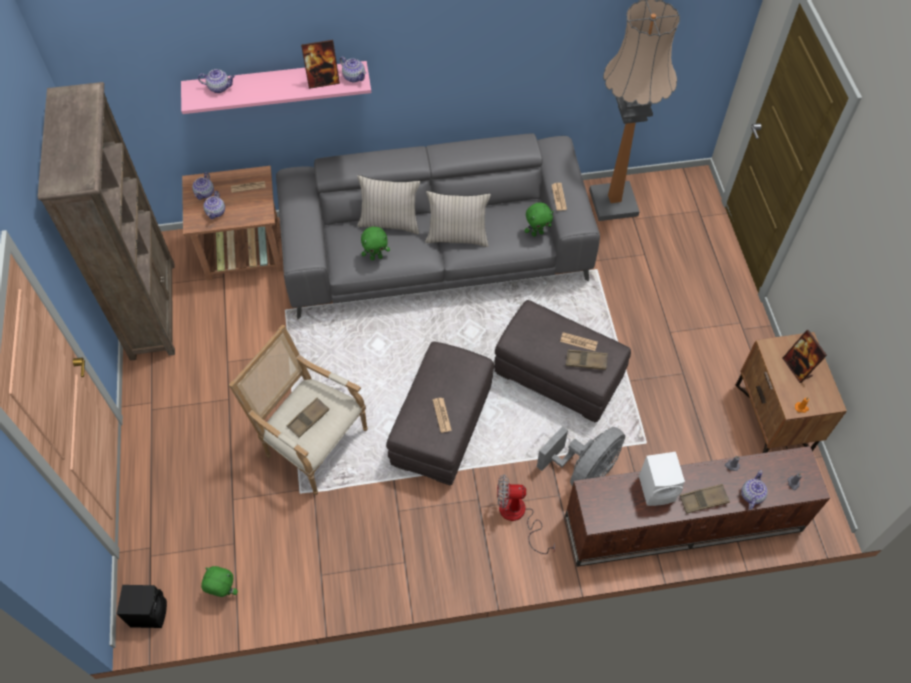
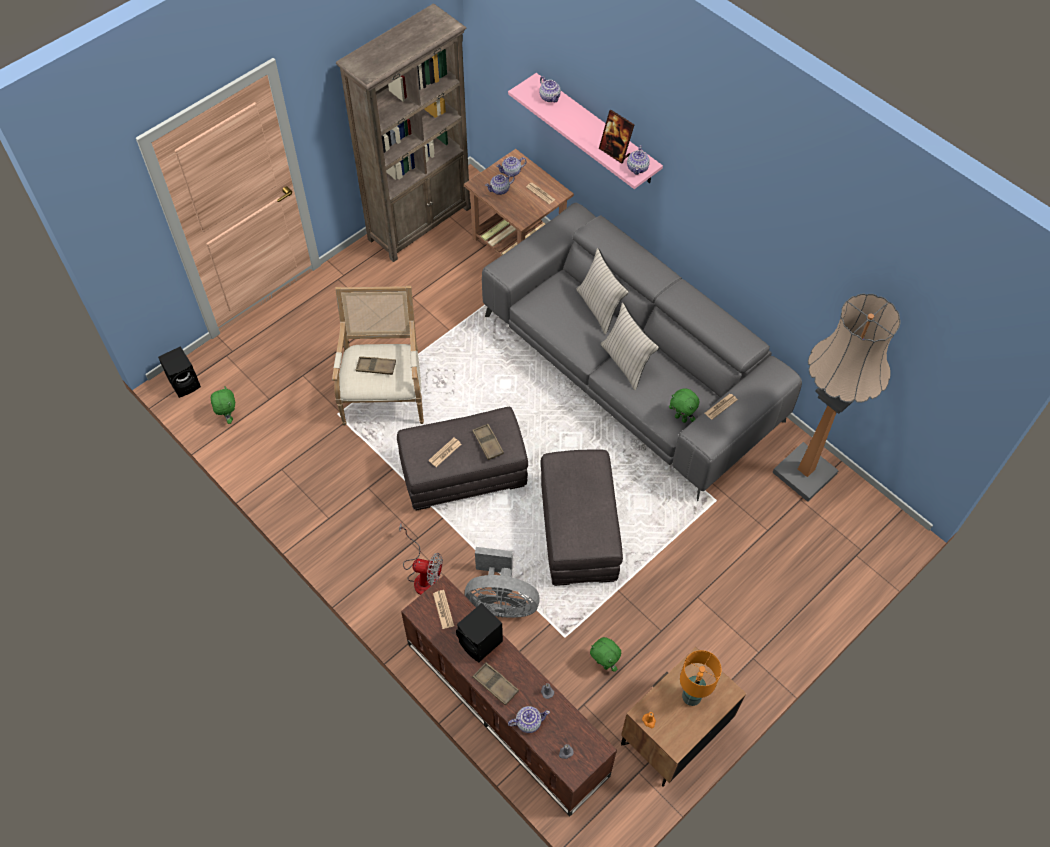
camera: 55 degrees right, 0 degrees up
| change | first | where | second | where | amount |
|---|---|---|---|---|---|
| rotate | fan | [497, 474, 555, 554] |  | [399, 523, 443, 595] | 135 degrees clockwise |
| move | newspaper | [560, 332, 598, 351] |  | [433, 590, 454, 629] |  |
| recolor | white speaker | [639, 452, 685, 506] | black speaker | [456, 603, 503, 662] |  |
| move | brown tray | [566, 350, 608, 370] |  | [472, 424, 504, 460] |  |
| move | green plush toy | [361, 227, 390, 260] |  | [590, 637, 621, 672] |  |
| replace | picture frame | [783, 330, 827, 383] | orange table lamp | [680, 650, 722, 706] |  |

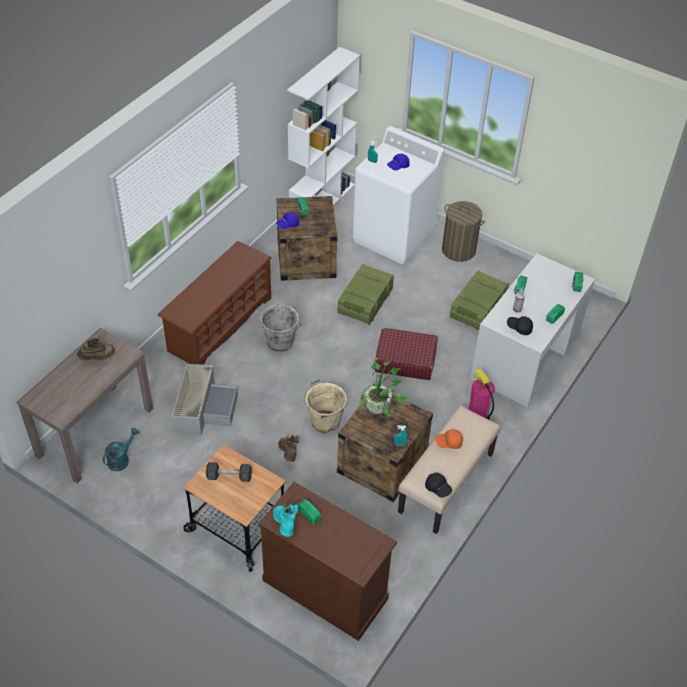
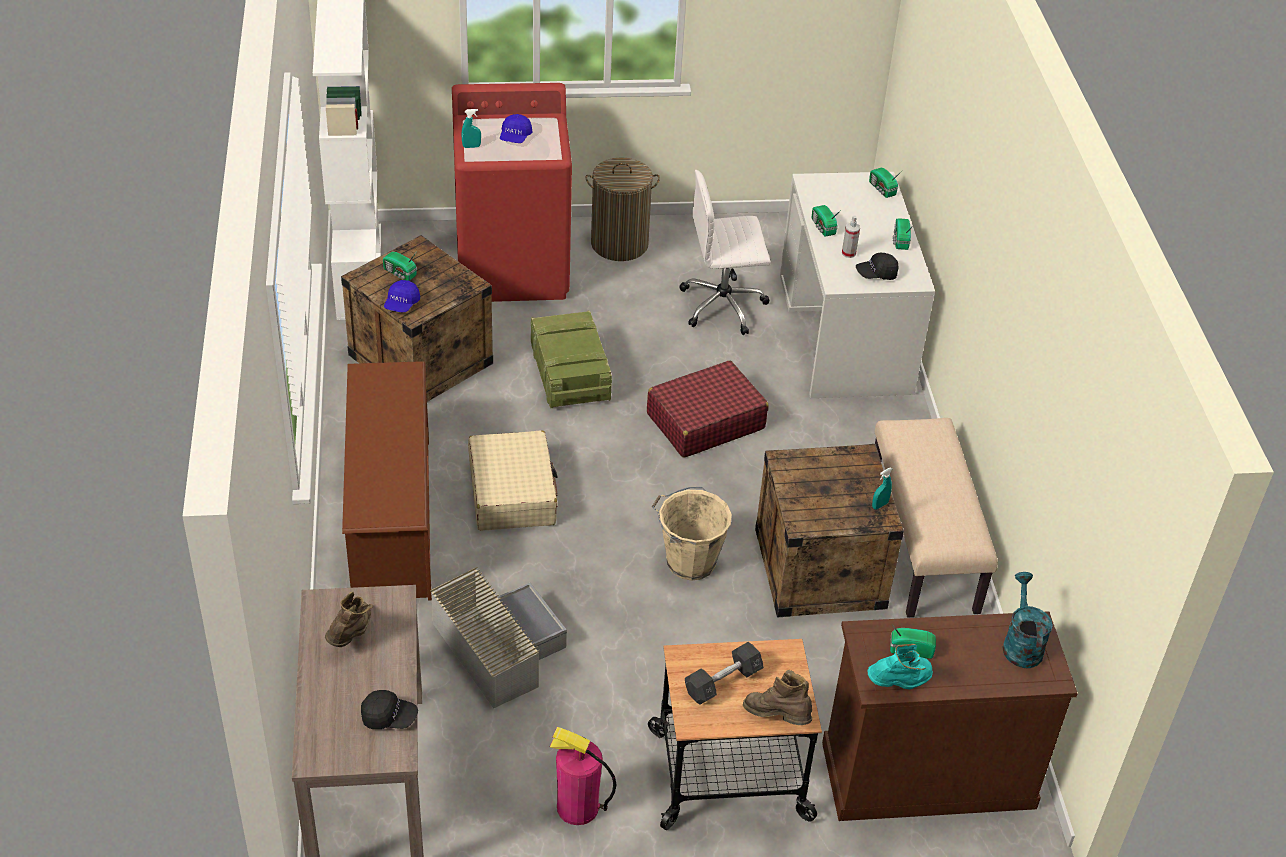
camera: 40 degrees left, 5 degrees down
| change | first | where | second | where | amount |
|---|---|---|---|---|---|
| move | black cap | [425, 473, 452, 498] |  | [361, 690, 418, 729] |  |
| recolor | white washing machine | [352, 126, 445, 264] | red washing machine | [452, 83, 572, 302] |  |
| replace | grey bucket | [260, 304, 302, 352] | beige suitcase | [468, 430, 558, 531] |  |
| move | fire extinguisher | [469, 368, 495, 420] |  | [550, 727, 617, 825] |  |
| replace | crate | [450, 270, 509, 330] | white office chair | [679, 170, 771, 335] |  |
| move | brown boot | [278, 435, 300, 462] |  | [743, 670, 812, 725] |  |
| rotate | turquoise boot | [273, 504, 298, 537] |  | [867, 644, 933, 689] | 120 degrees clockwise |
| move | turquoise watering can | [103, 428, 139, 471] |  | [1002, 572, 1053, 668] |  |
| delete | potted plant | [359, 361, 407, 418] |  |  |  |
| delete | orange cap | [435, 429, 463, 449] |  |  |  |

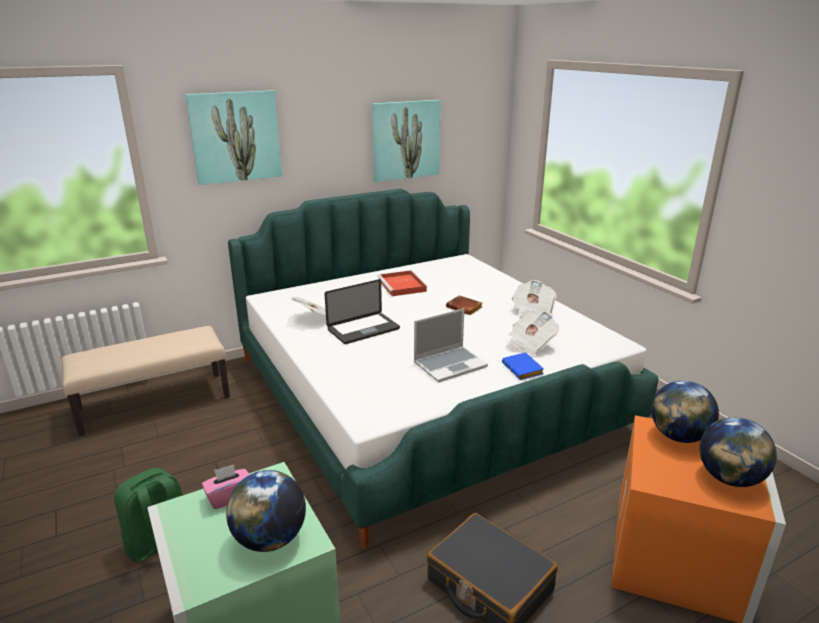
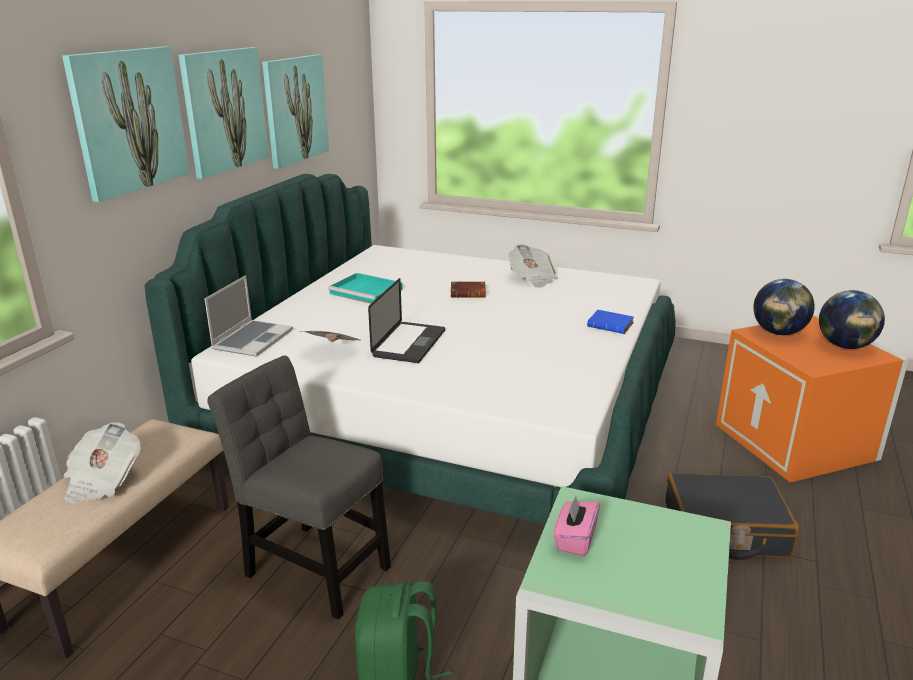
camera: 40 degrees left, 0 degrees up
| change | first | where | second | where | amount |
|---|---|---|---|---|---|
| move | newspaper | [506, 311, 559, 355] |  | [64, 422, 141, 503] |  |
| insert |  |  | picture | [179, 47, 269, 179] |  |
| move | laptop | [414, 308, 488, 382] |  | [204, 275, 293, 357] |  |
| insert |  |  | grey chair | [207, 355, 391, 619] |  |
| recolor | red tray | [377, 270, 427, 296] | turquoise tray | [328, 273, 403, 303] |  |
| delete | globe | [226, 470, 306, 552] |  |  |  |

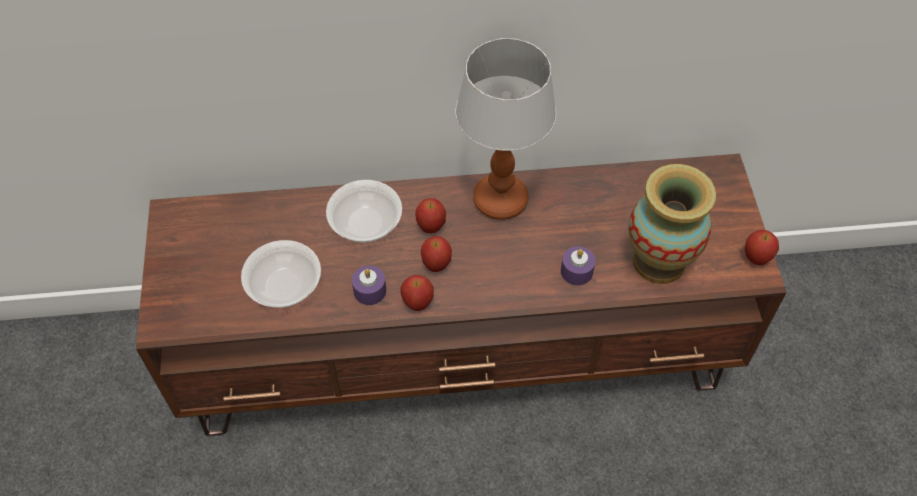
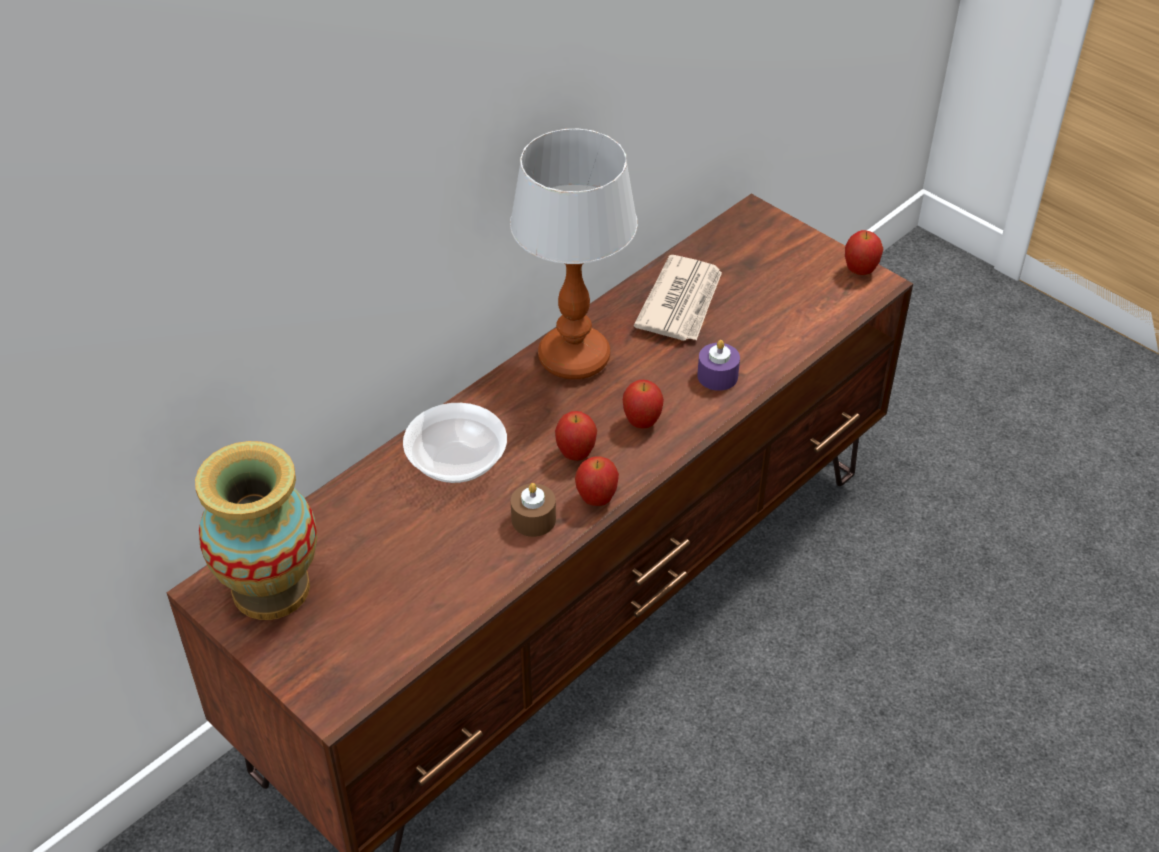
camera: 40 degrees left, 10 degrees down
| change | first | where | second | where | amount |
|---|---|---|---|---|---|
| move | vase | [628, 164, 716, 284] |  | [195, 441, 317, 620] |  |
| recolor | purple candle | [352, 266, 386, 305] | brown candle | [511, 483, 556, 537] |  |
| move | apple | [415, 198, 446, 233] |  | [623, 380, 664, 429] |  |
| insert |  |  | newspaper | [634, 255, 722, 341] |  |
| delete | bowl | [241, 240, 321, 308] |  |  |  |

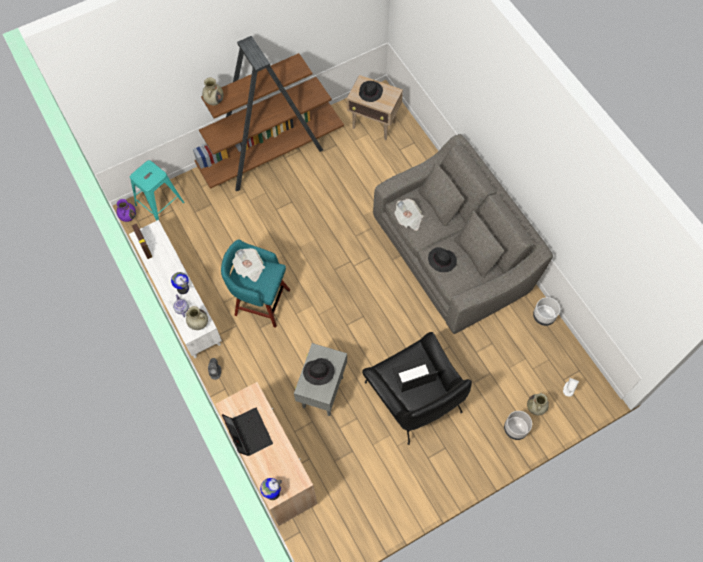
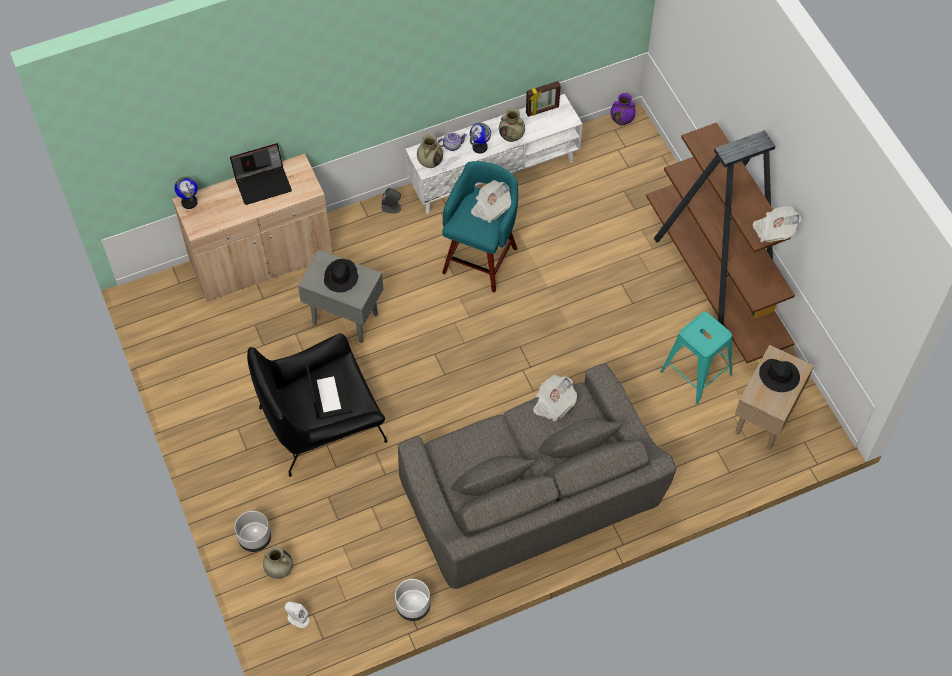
camera: 95 degrees right, 5 degrees down
| change | first | where | second | where | amount |
|---|---|---|---|---|---|
| move | beige vase | [202, 77, 224, 106] |  | [499, 108, 525, 142] |  |
| move | turquoise stool | [130, 160, 184, 221] |  | [660, 312, 732, 404] |  |
| insert |  |  | newspaper | [753, 206, 801, 242] |  |
| delete | black hat | [428, 247, 457, 272] |  |  |  |

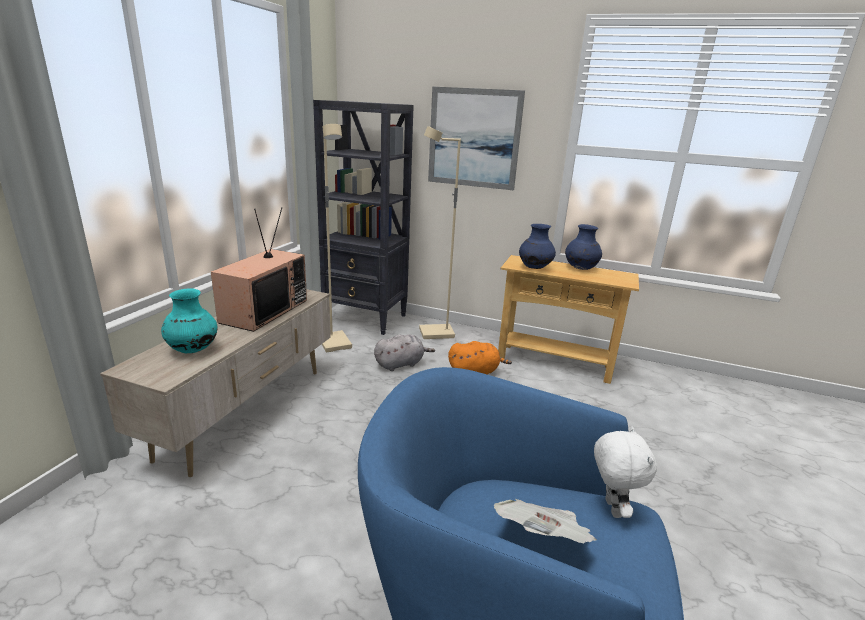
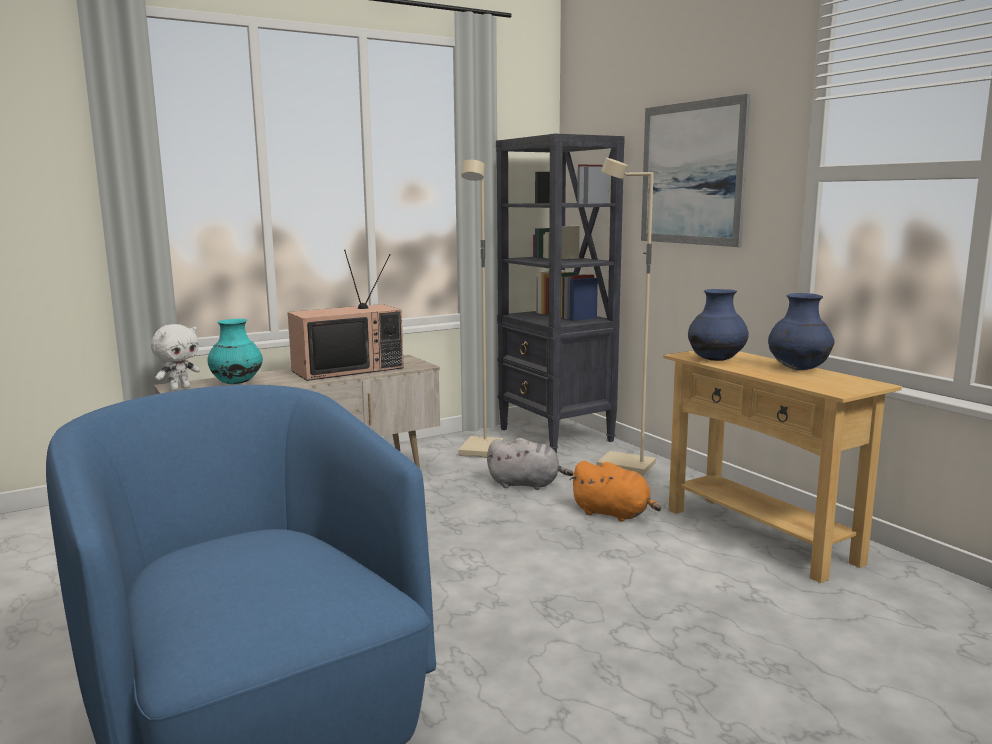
camera: 40 degrees right, 10 degrees down
| change | first | where | second | where | amount |
|---|---|---|---|---|---|
| move | white plush toy | [594, 426, 657, 518] |  | [151, 324, 200, 391] |  |
| delete | newspaper | [494, 499, 597, 543] |  |  |  |

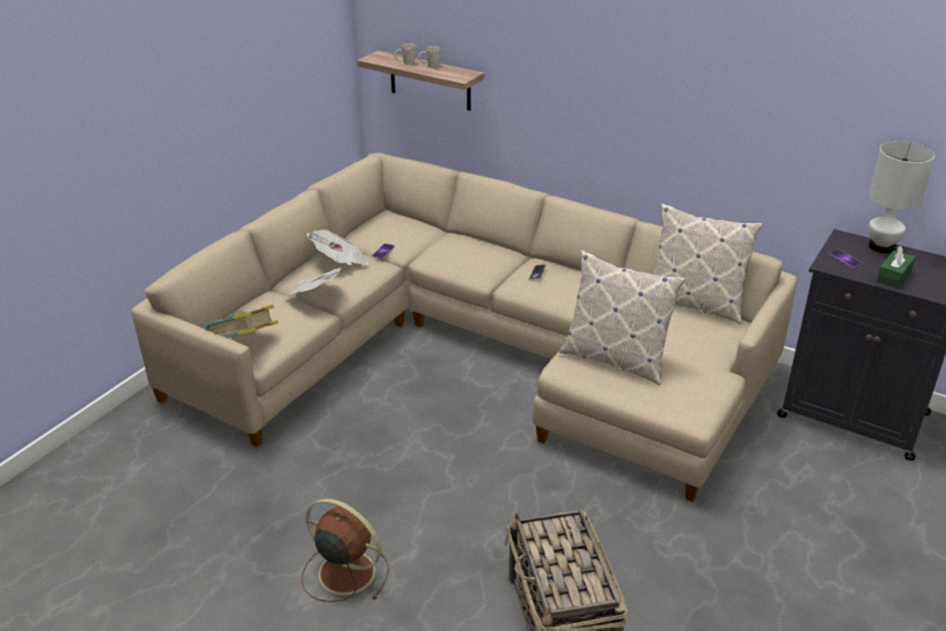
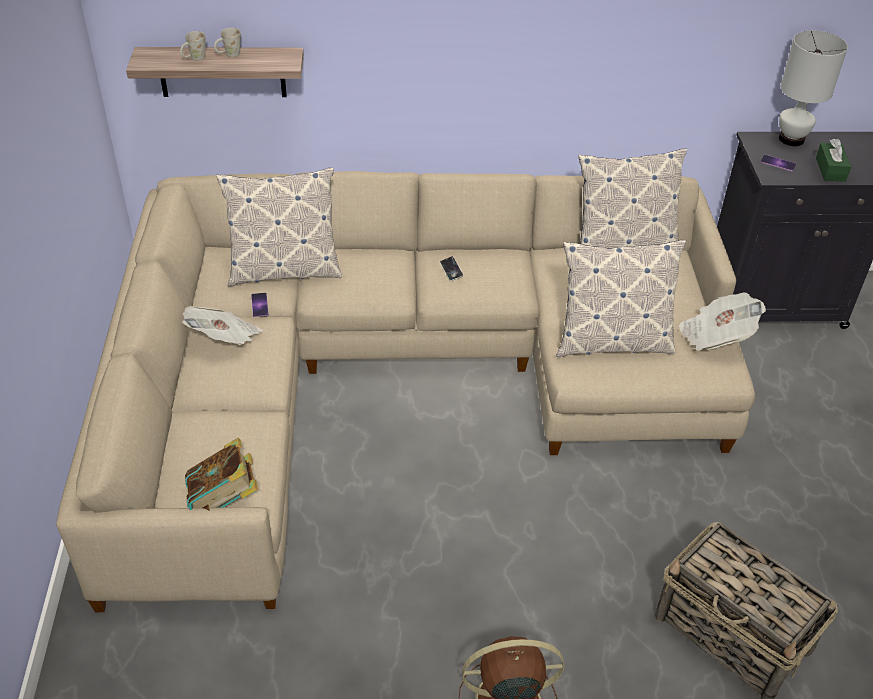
camera: 35 degrees left, 10 degrees up
| change | first | where | second | where | amount |
|---|---|---|---|---|---|
| insert |  |  | pillow | [216, 168, 342, 287] |  |
| move | newspaper | [285, 267, 343, 296] |  | [678, 293, 766, 351] |  |

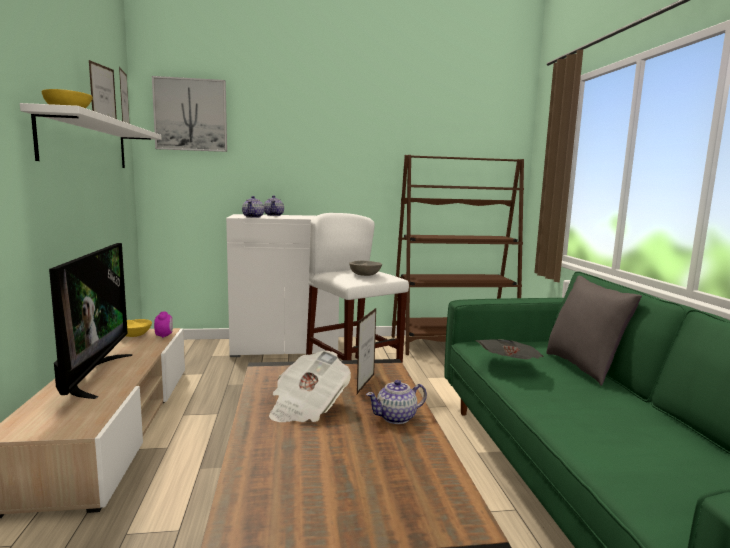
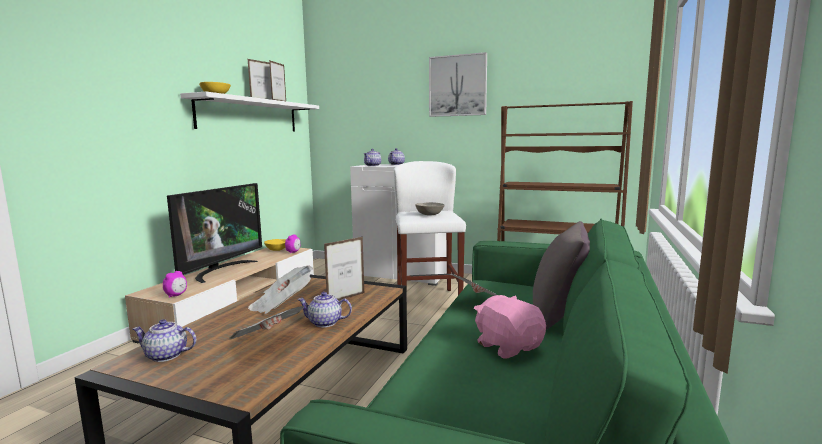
camera: 30 degrees right, 0 degrees up
| change | first | where | second | where | amount |
|---|---|---|---|---|---|
| insert |  |  | teapot | [133, 319, 196, 362] |  |
| insert |  |  | alarm clock | [163, 271, 187, 298] |  |
| insert |  |  | newspaper | [229, 306, 305, 340] |  |
| move | picture | [152, 76, 227, 152] |  | [429, 52, 487, 117] |  |
| insert |  |  | pink plush toy | [474, 295, 546, 359] |  |

